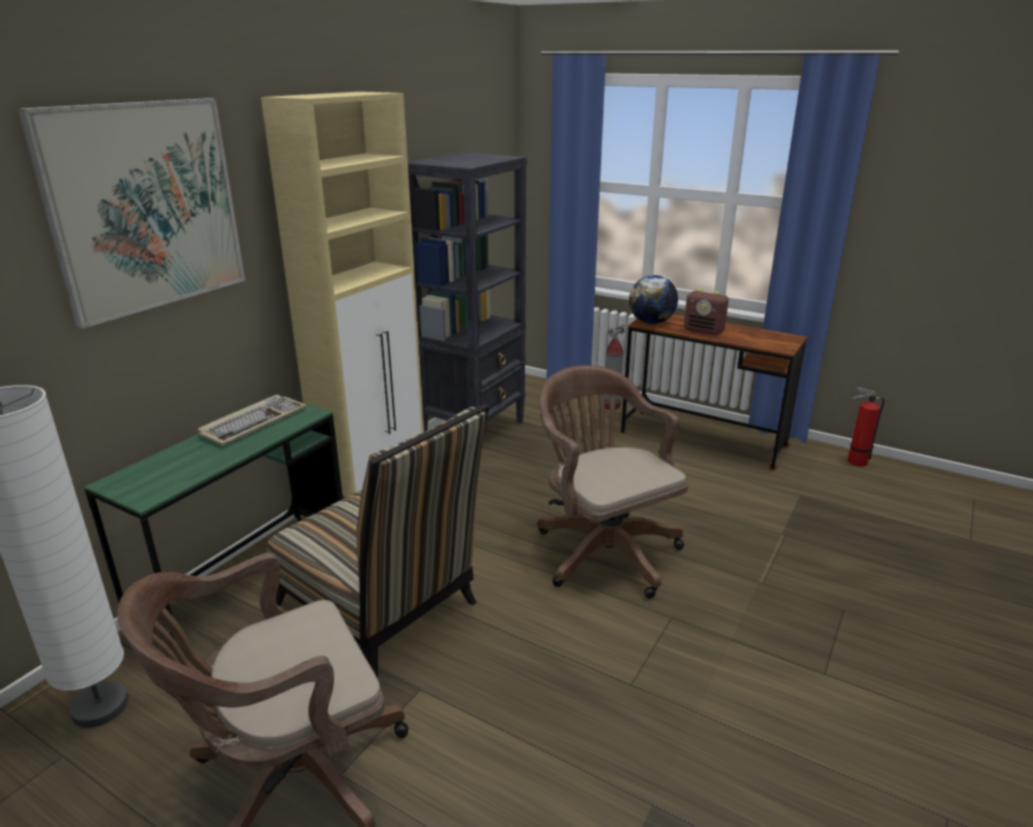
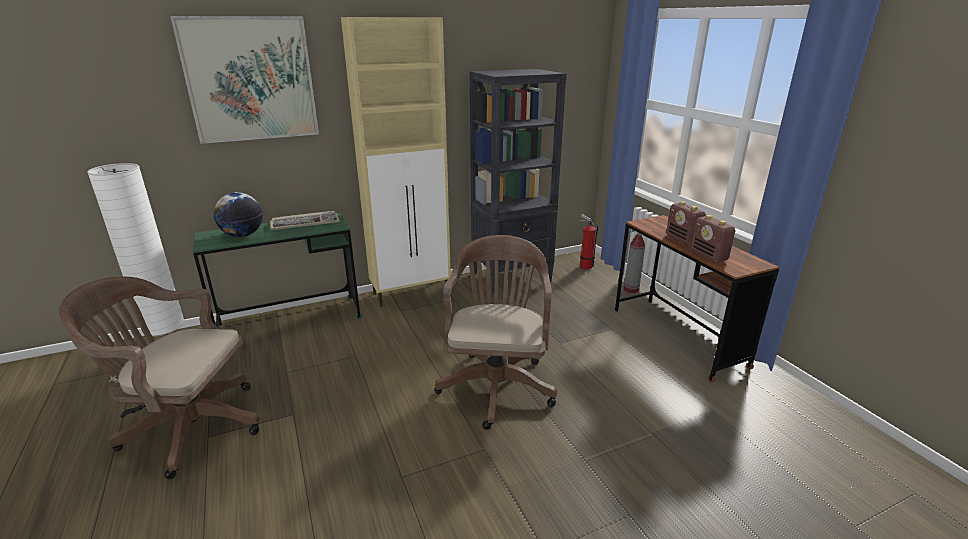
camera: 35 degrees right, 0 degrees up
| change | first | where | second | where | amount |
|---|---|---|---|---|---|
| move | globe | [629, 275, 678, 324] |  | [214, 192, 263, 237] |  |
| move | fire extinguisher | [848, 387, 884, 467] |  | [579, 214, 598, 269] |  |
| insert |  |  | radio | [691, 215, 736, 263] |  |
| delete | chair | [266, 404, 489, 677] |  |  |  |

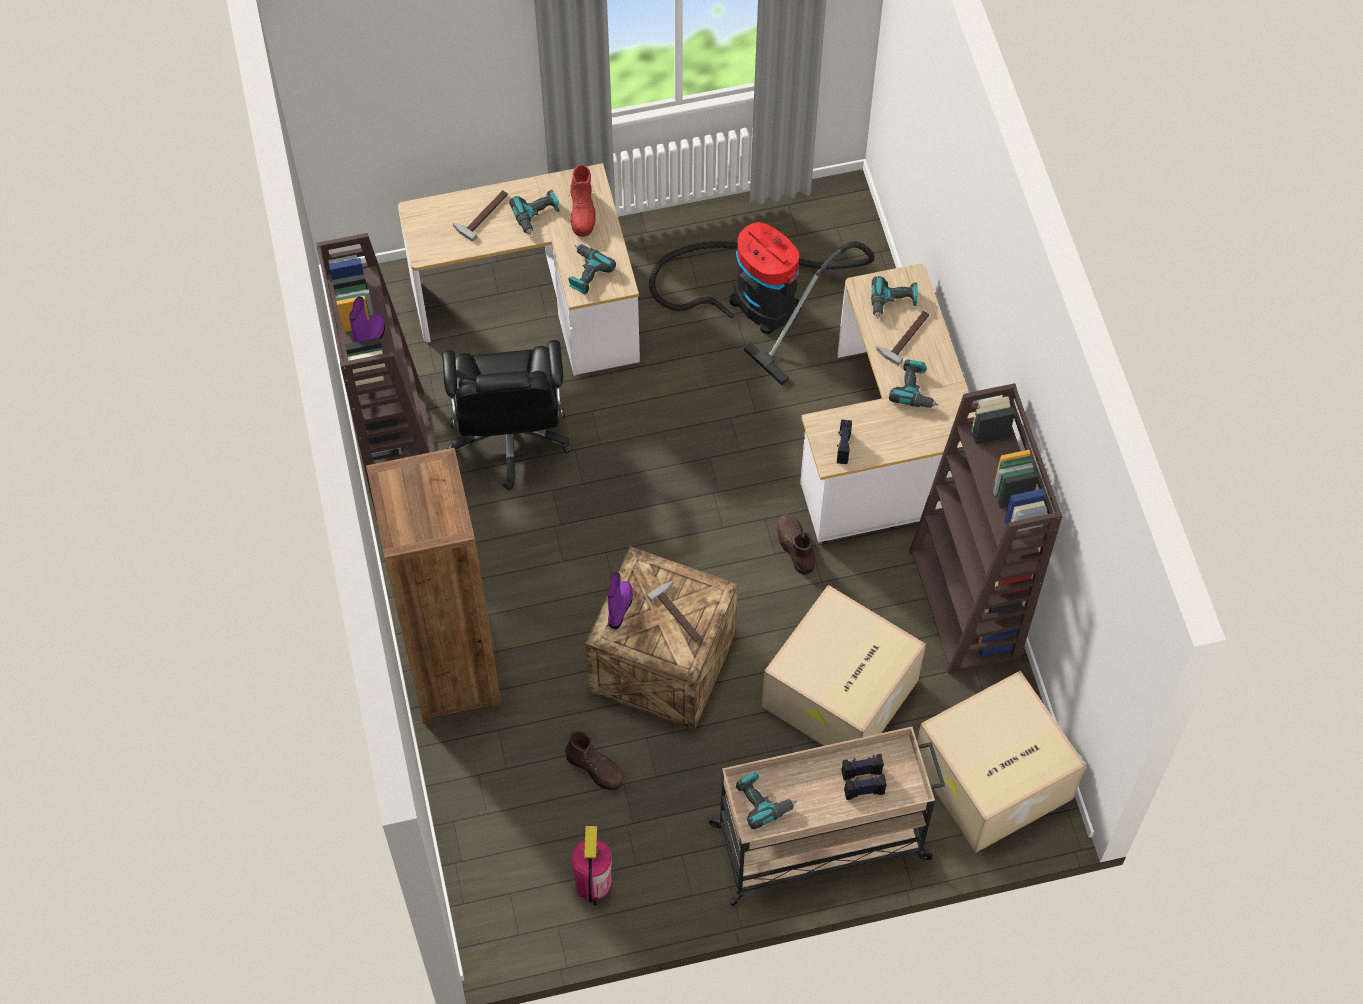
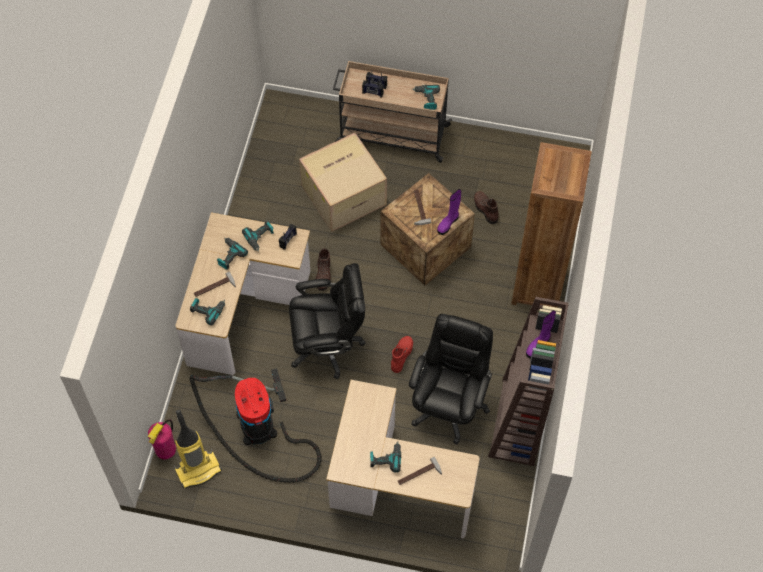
camera: 155 degrees left, 0 degrees up
| change | first | where | second | where | amount |
|---|---|---|---|---|---|
| move | fire extinguisher | [571, 826, 612, 906] |  | [148, 420, 176, 459] |  |
| insert |  |  | vacuum cleaner | [174, 409, 222, 489] |  |
| move | power drill | [569, 244, 616, 294] |  | [242, 220, 274, 252] |  |
| insert |  |  | black office chair | [289, 263, 366, 379] |  |
| move | red boot | [570, 164, 596, 237] |  | [391, 336, 413, 373] |  |
| delete | brown bookcase | [909, 383, 1062, 674] |  |  |  |
| delete | cardboard box | [917, 671, 1086, 853] |  |  |  |

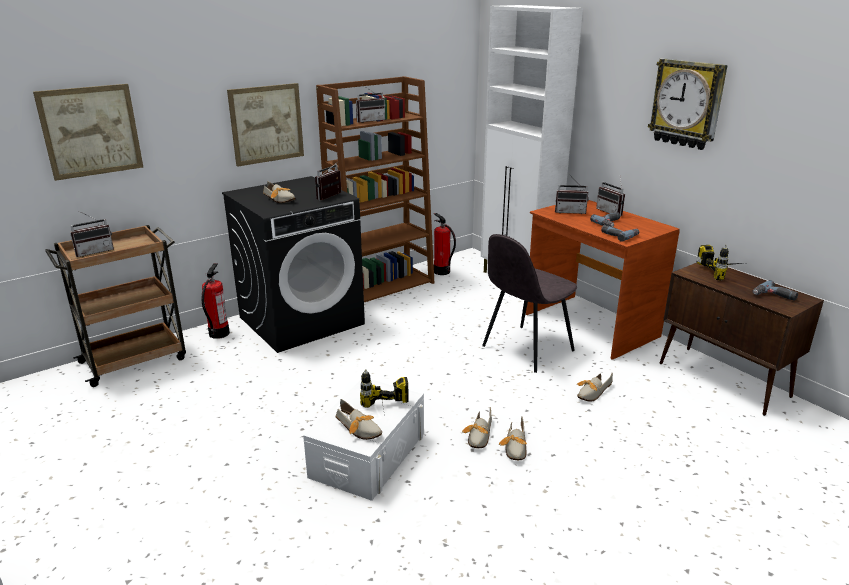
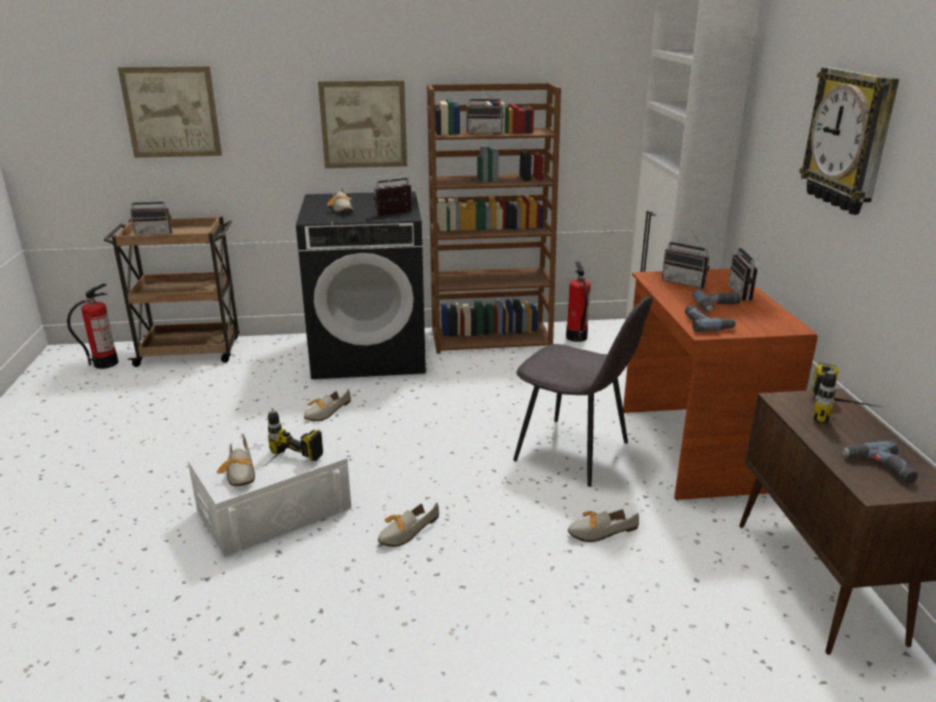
camera: 30 degrees right, 0 degrees up
| change | first | where | second | where | amount |
|---|---|---|---|---|---|
| move | fire extinguisher | [202, 263, 230, 339] |  | [67, 283, 118, 369] |  |
| move | shoe | [499, 416, 527, 460] |  | [304, 389, 351, 421] |  |
| rotate | grey chair | [482, 234, 577, 373] |  | [513, 295, 653, 487] | 135 degrees counterclockwise |

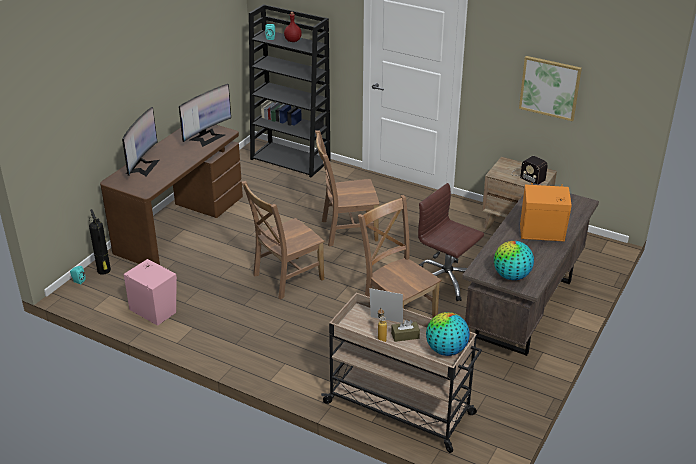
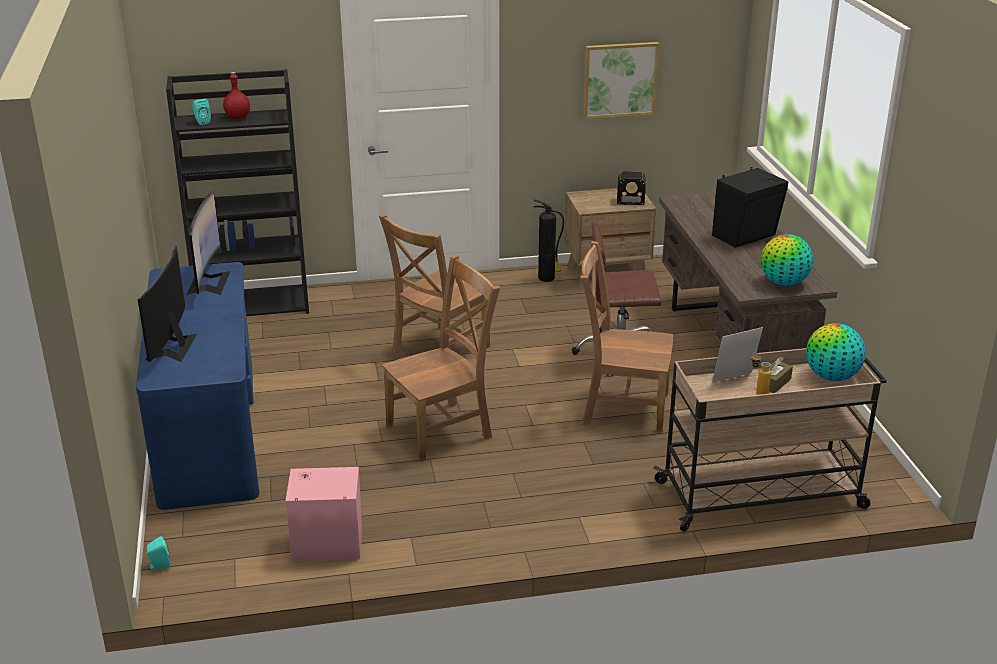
camera: 40 degrees left, 5 degrees down
| change | first | where | second | where | amount |
|---|---|---|---|---|---|
| recolor | brown desk | [100, 125, 243, 265] | blue desk | [136, 262, 259, 510] |  |
| rotate | monitor | [122, 107, 160, 176] |  | [138, 246, 198, 362] | 150 degrees counterclockwise |
| rotate | brown chair | [242, 181, 324, 300] |  | [382, 255, 500, 462] | 135 degrees counterclockwise |
| move | fire extinguisher | [89, 209, 111, 275] |  | [534, 200, 564, 282] |  |
| recolor | orange speaker | [520, 183, 572, 242] | black speaker | [712, 167, 788, 248] |  |

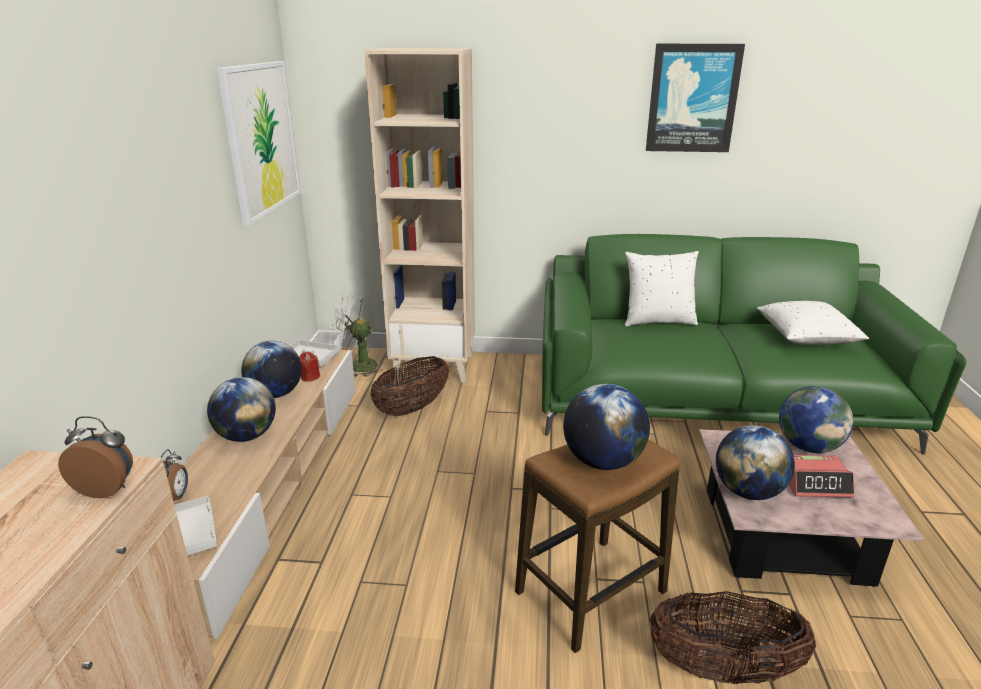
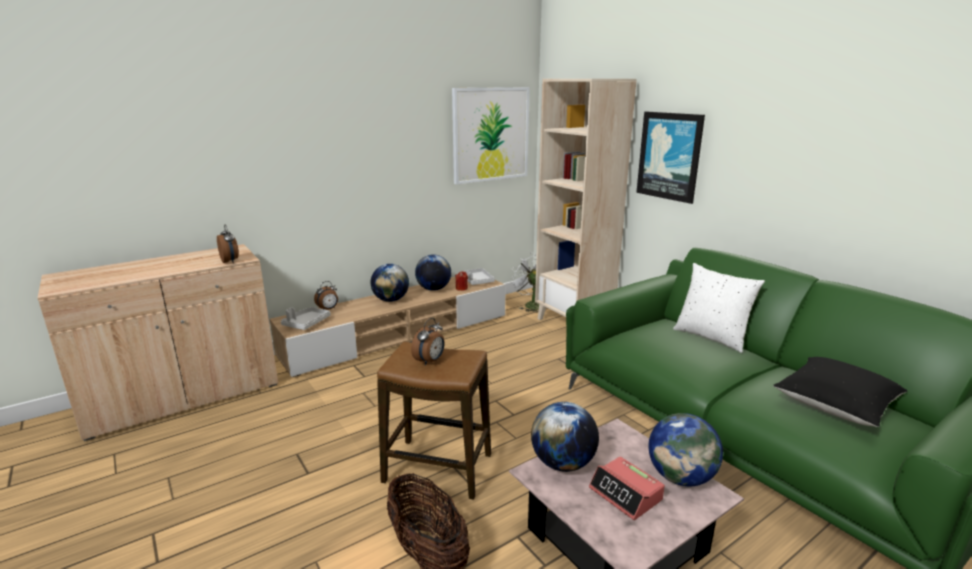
camera: 50 degrees right, 5 degrees down
| change | first | where | second | where | amount |
|---|---|---|---|---|---|
| replace | globe | [563, 384, 650, 470] | alarm clock | [411, 318, 445, 366] |  |
| move | picture | [646, 44, 745, 152] |  | [636, 112, 705, 204] |  |
| recolor | white pillow | [757, 301, 869, 345] | black pillow | [773, 357, 907, 427] |  |
| delete | basket | [370, 356, 449, 416] |  |  |  |

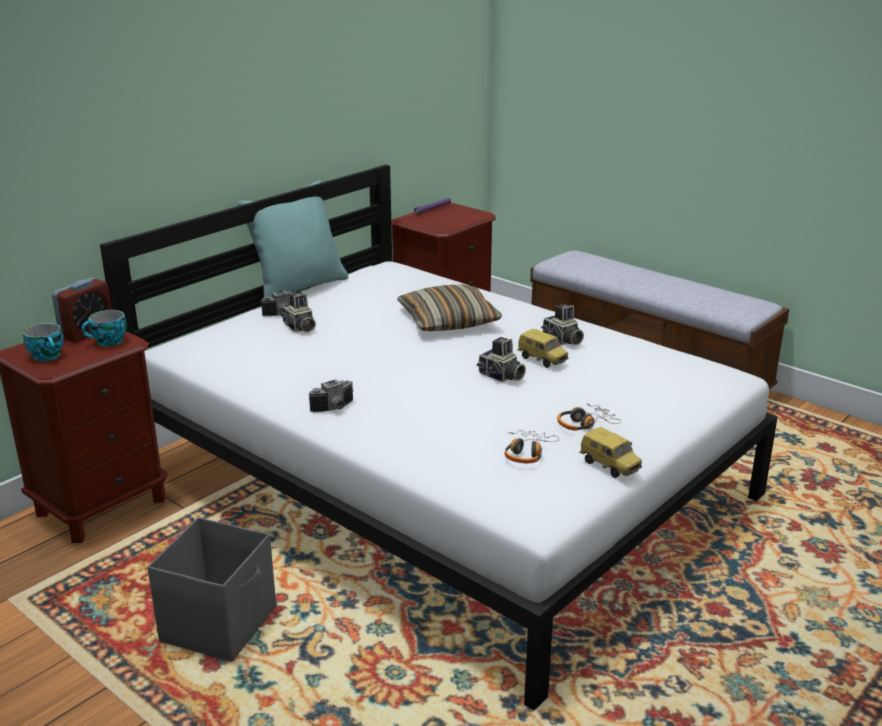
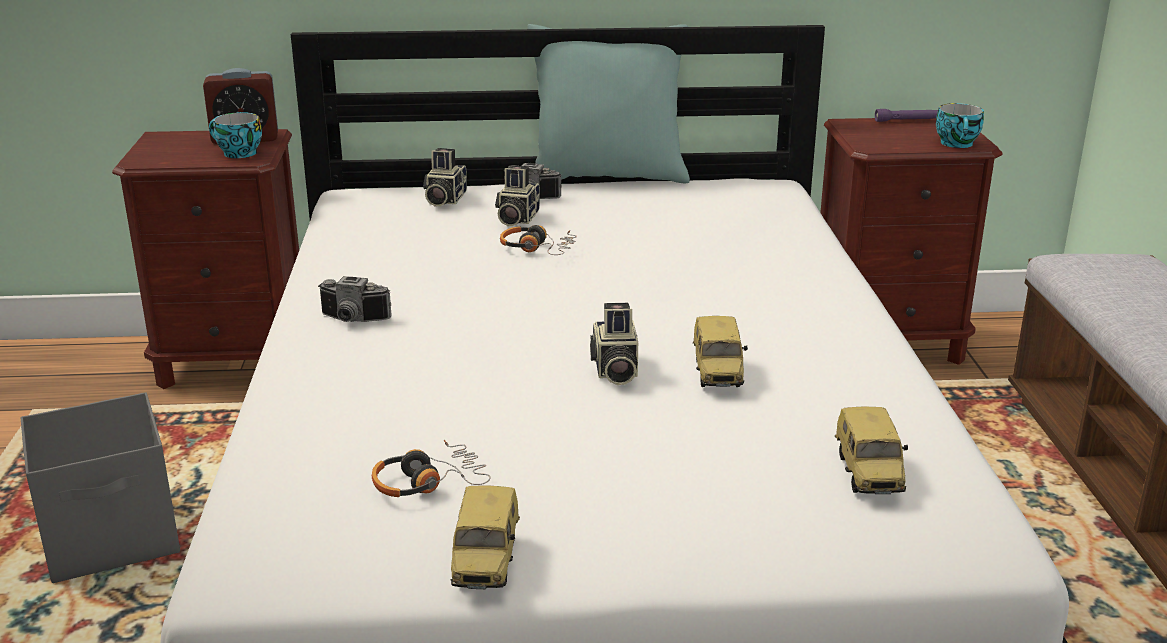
camera: 45 degrees right, 0 degrees up
| change | first | where | second | where | amount |
|---|---|---|---|---|---|
| move | photo camera | [541, 304, 584, 346] |  | [423, 148, 467, 206] |  |
| move | headphones | [557, 403, 621, 431] |  | [500, 225, 577, 255] |  |
| insert |  |  | toy car | [835, 406, 908, 494] |  |
| move | cup | [23, 323, 63, 361] |  | [936, 103, 984, 148] |  |
| delete | pillow | [397, 284, 502, 331] |  |  |  |

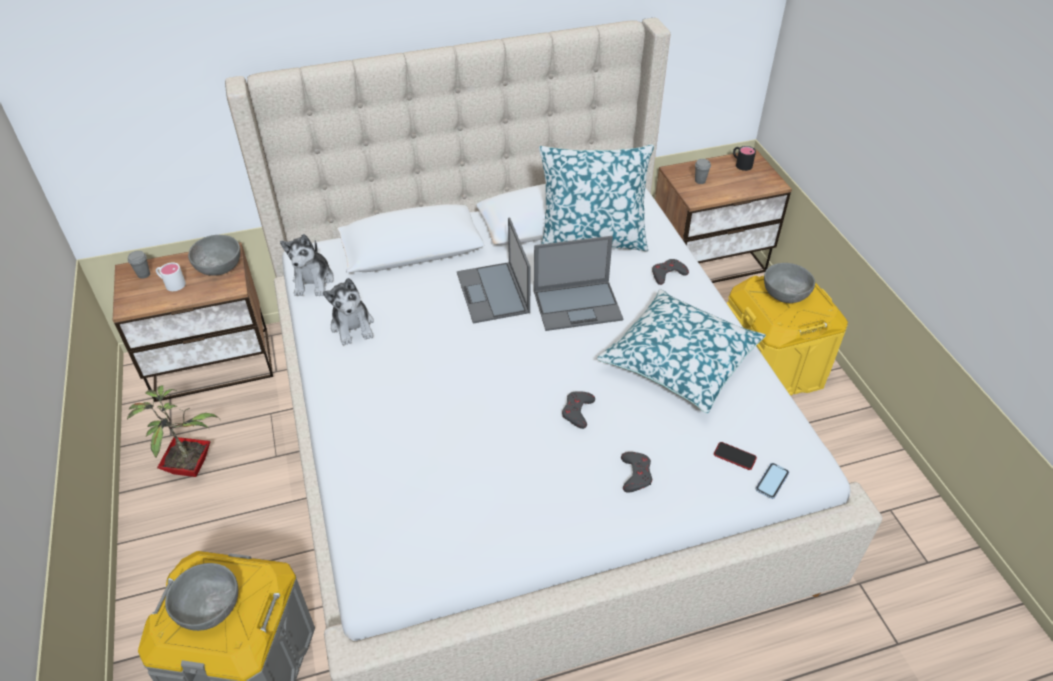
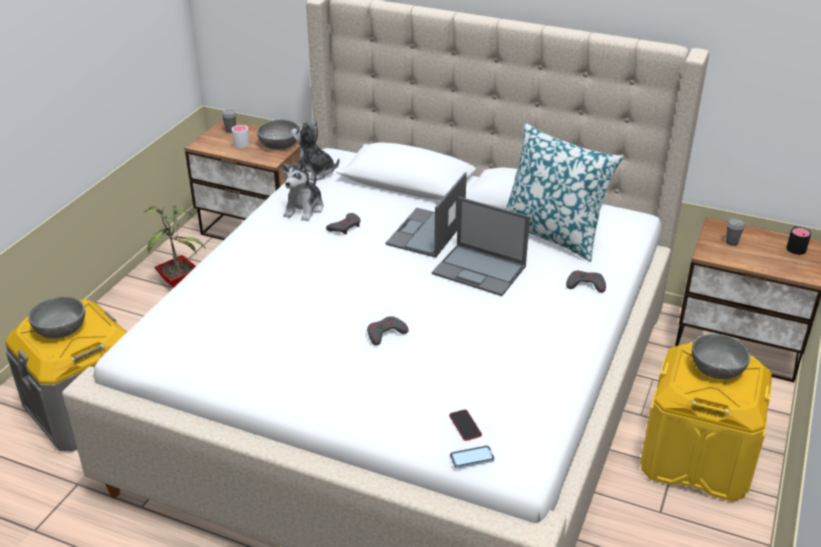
camera: 40 degrees right, 10 degrees down
| change | first | where | second | where | amount |
|---|---|---|---|---|---|
| rotate | plush toy | [280, 234, 334, 296] |  | [291, 120, 340, 180] | 75 degrees clockwise |
| move | grey game controller | [621, 452, 652, 493] |  | [326, 213, 360, 234] |  |
| delete | pillow | [597, 289, 766, 413] |  |  |  |

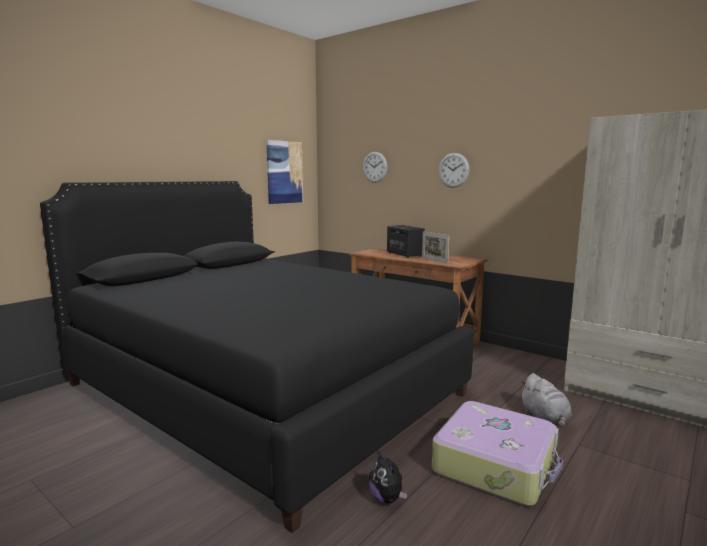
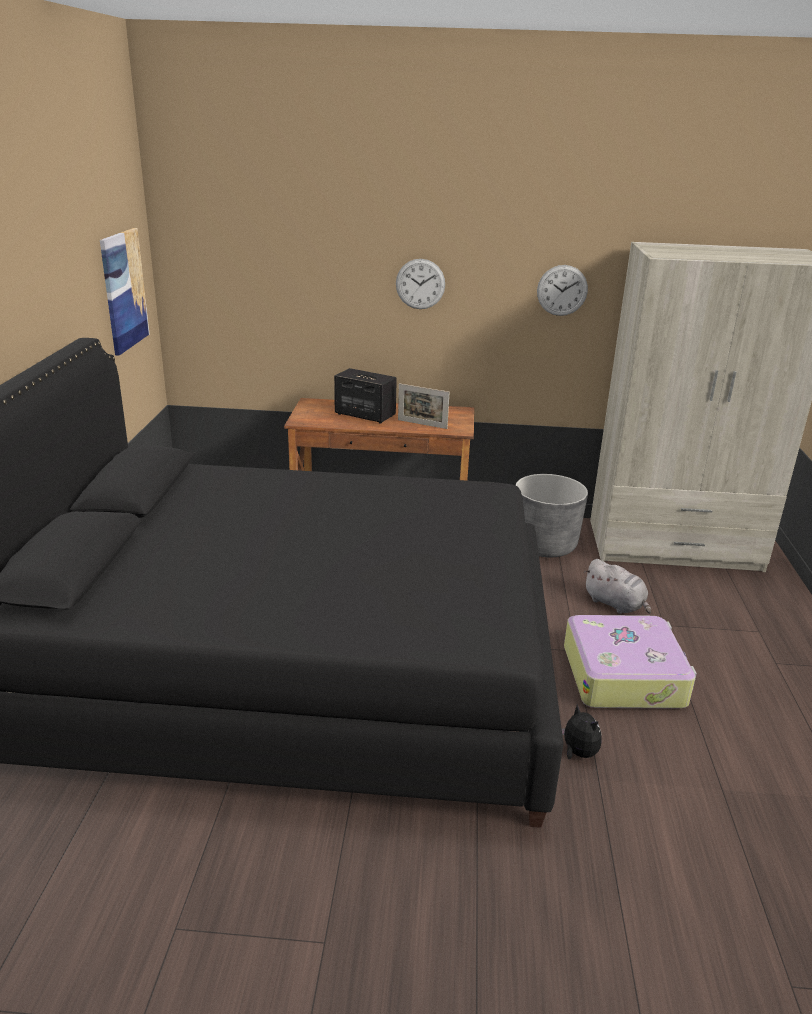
camera: 35 degrees left, 15 degrees up
| change | first | where | second | where | amount |
|---|---|---|---|---|---|
| insert |  |  | grey planter | [516, 474, 588, 557] |  |
| move | wall clock | [363, 152, 387, 183] |  | [537, 265, 588, 316] |  |
| rotate | plush toy | [369, 450, 407, 504] |  | [562, 704, 602, 759] | 150 degrees counterclockwise |

